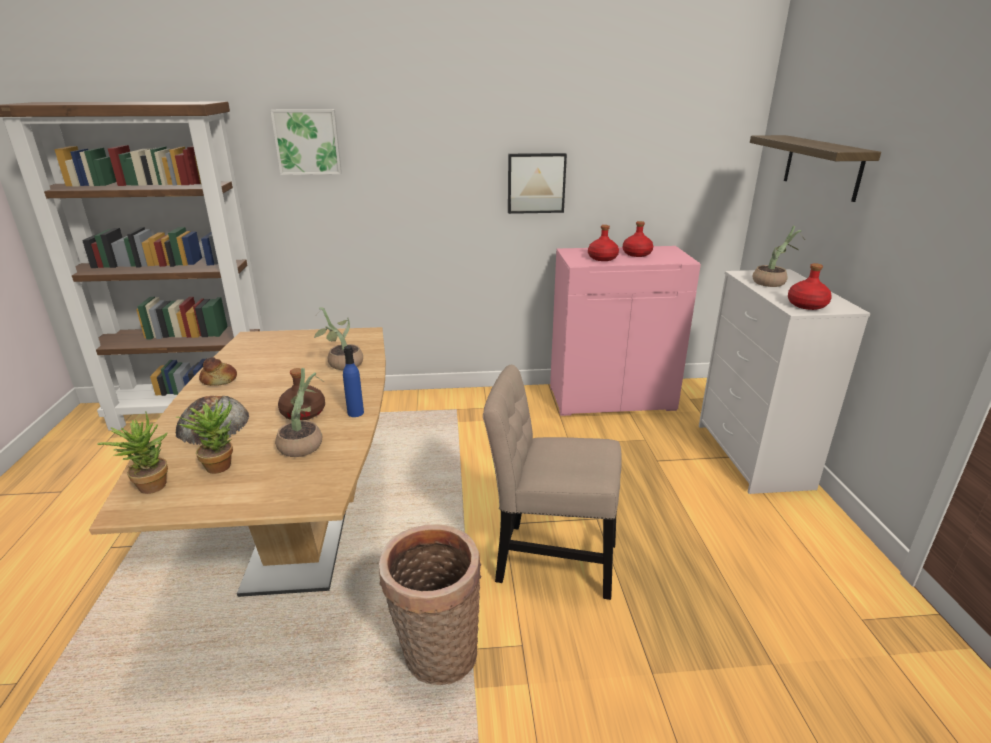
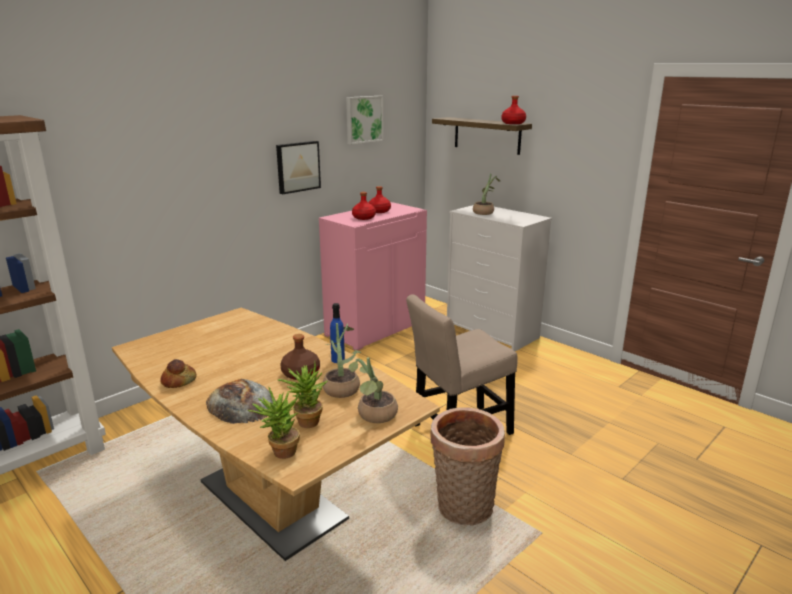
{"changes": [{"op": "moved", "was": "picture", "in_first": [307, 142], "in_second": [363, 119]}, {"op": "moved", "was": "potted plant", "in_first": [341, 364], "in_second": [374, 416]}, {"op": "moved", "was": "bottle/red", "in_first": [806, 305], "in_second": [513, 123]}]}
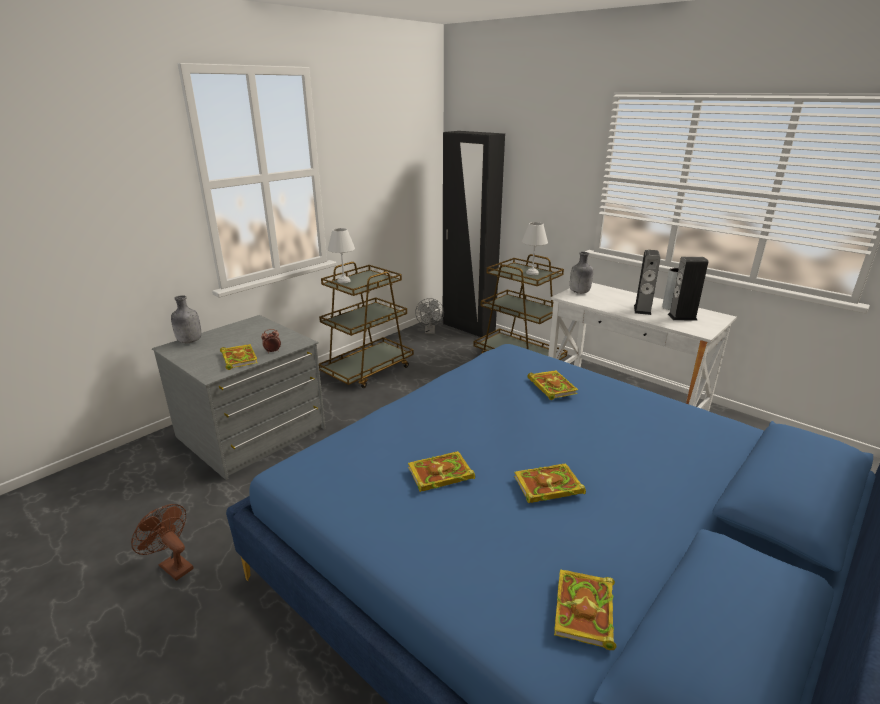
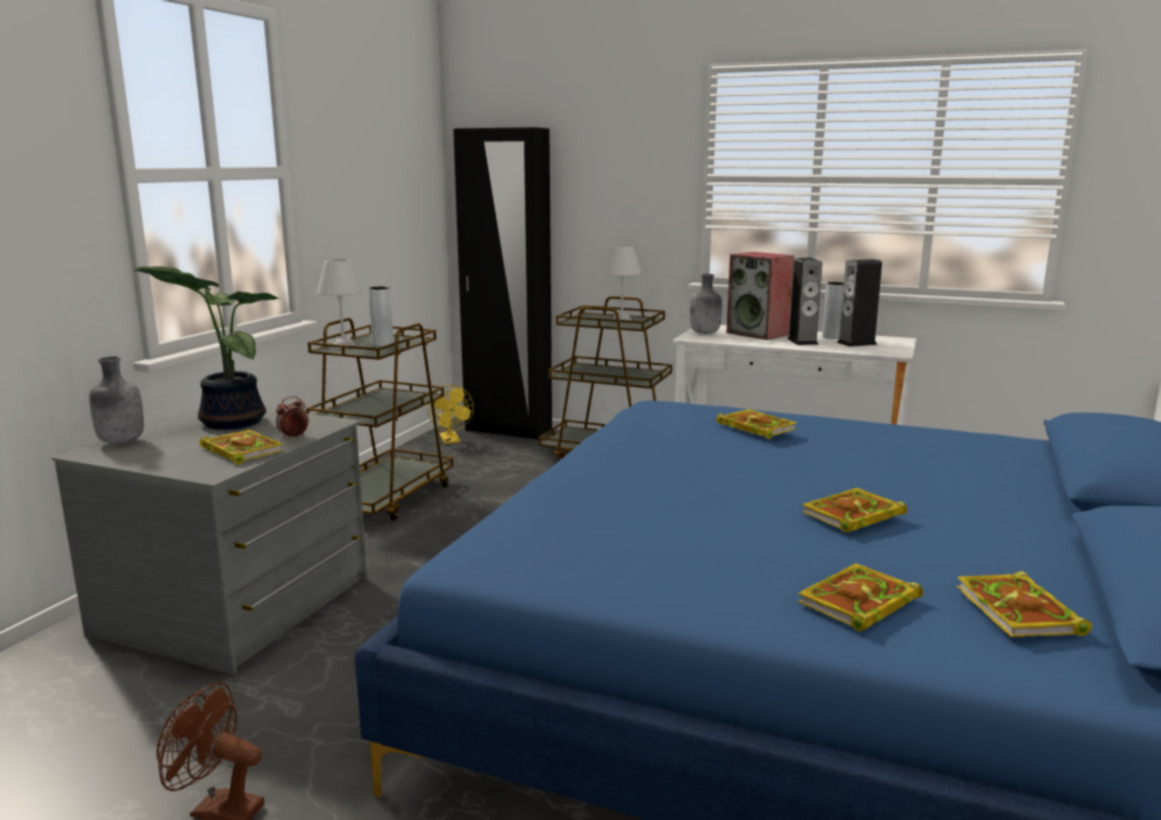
{"changes": [{"op": "moved", "was": "book", "in_first": [439, 475], "in_second": [858, 604]}, {"op": "recoloured", "was": "fan/grey", "now": "fan/yellow", "in_first": [430, 331], "in_second": [451, 441]}, {"op": "added", "now": "potted plant", "in_second": [229, 422]}, {"op": "added", "now": "vase/grey", "in_second": [382, 345]}, {"op": "added", "now": "speaker", "in_second": [759, 334]}]}
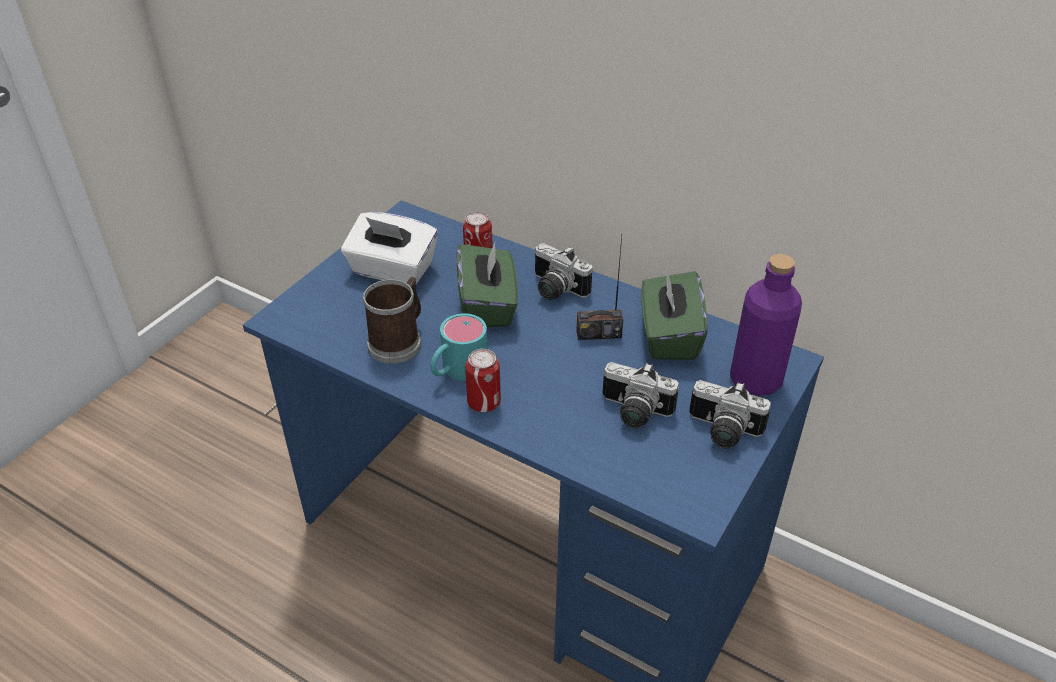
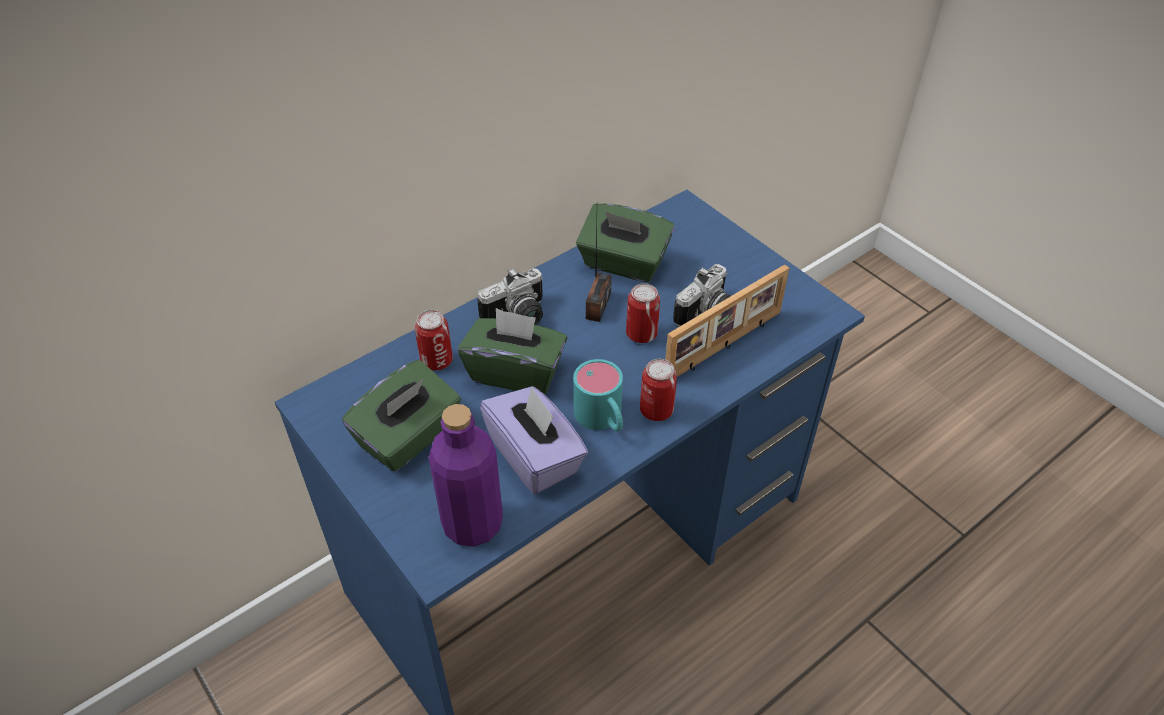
{"changes": [{"op": "recoloured", "was": "tissue box/white", "now": "tissue box/green", "in_first": [392, 270], "in_second": [409, 437]}, {"op": "replaced", "was": "mug", "now": "tissue box/purple", "in_first": [399, 341], "in_second": [535, 457]}, {"op": "removed", "was": "photo camera", "in_first": [722, 432]}, {"op": "moved", "was": "bottle/purple", "in_first": [755, 380], "in_second": [472, 523]}, {"op": "added", "now": "can", "in_second": [641, 334]}, {"op": "added", "now": "picture frame", "in_second": [725, 346]}]}
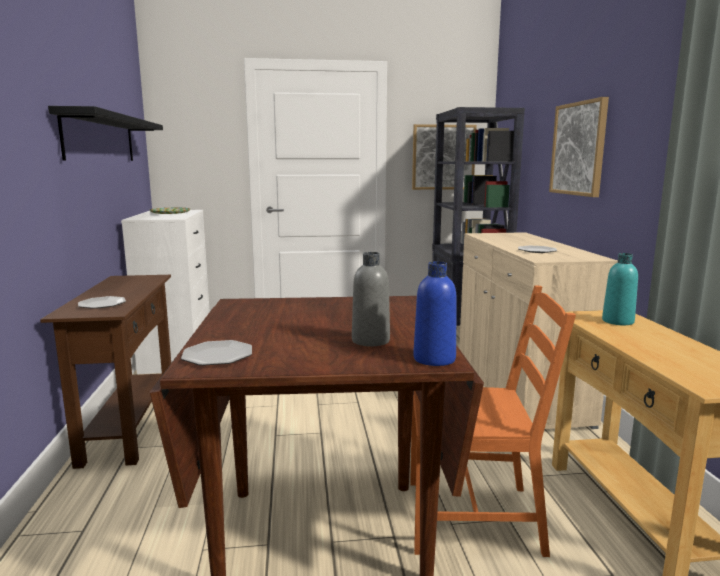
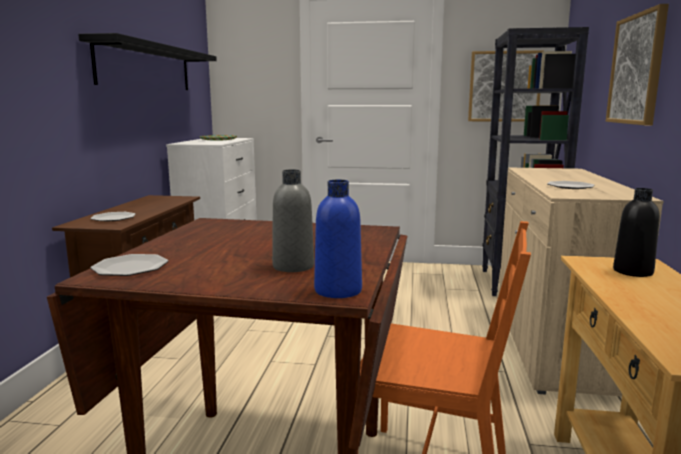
{"changes": [{"op": "recoloured", "was": "bottle/turquoise", "now": "bottle/black", "in_first": [617, 321], "in_second": [633, 271]}]}
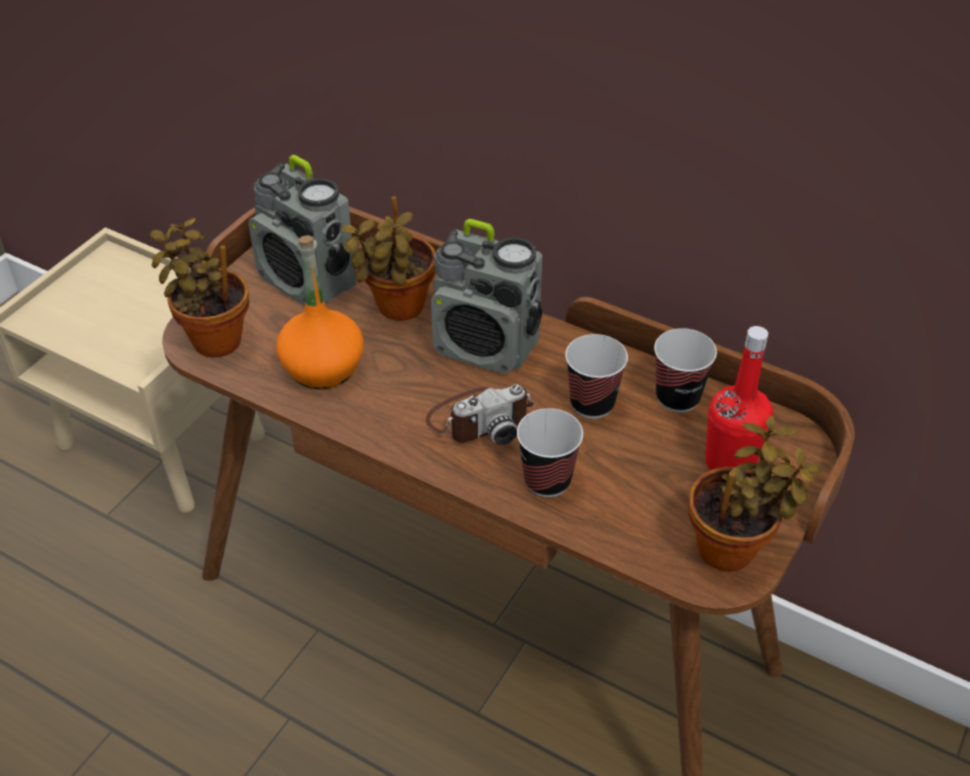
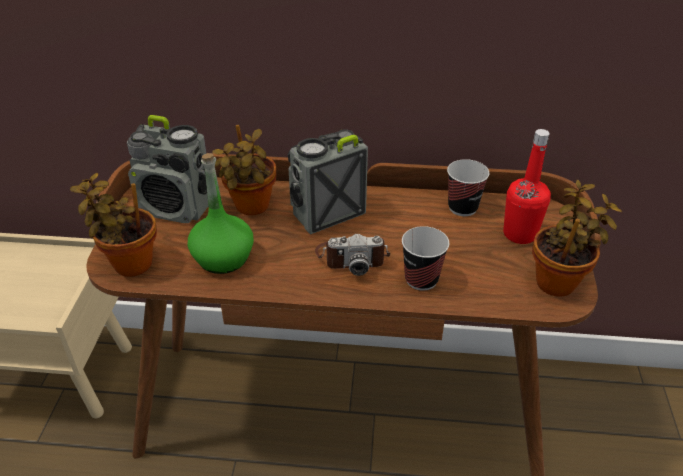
{"changes": [{"op": "recoloured", "was": "bottle/orange", "now": "bottle/green", "in_first": [322, 367], "in_second": [223, 258]}, {"op": "turned", "was": "photo camera", "in_first": [479, 419], "in_second": [352, 257], "clockwise": 45}, {"op": "turned", "was": "radio", "in_first": [487, 347], "in_second": [326, 214], "clockwise": 150}, {"op": "removed", "was": "cup", "in_first": [592, 403]}]}
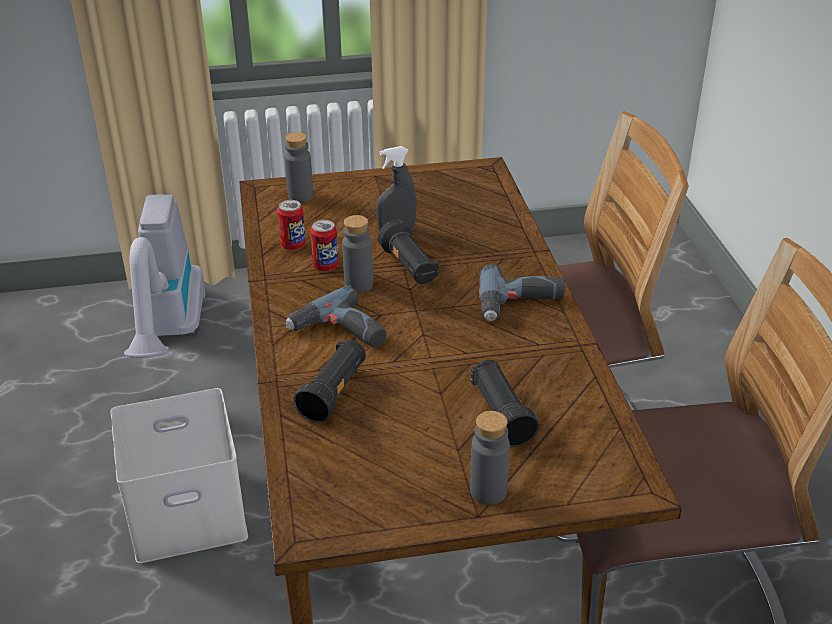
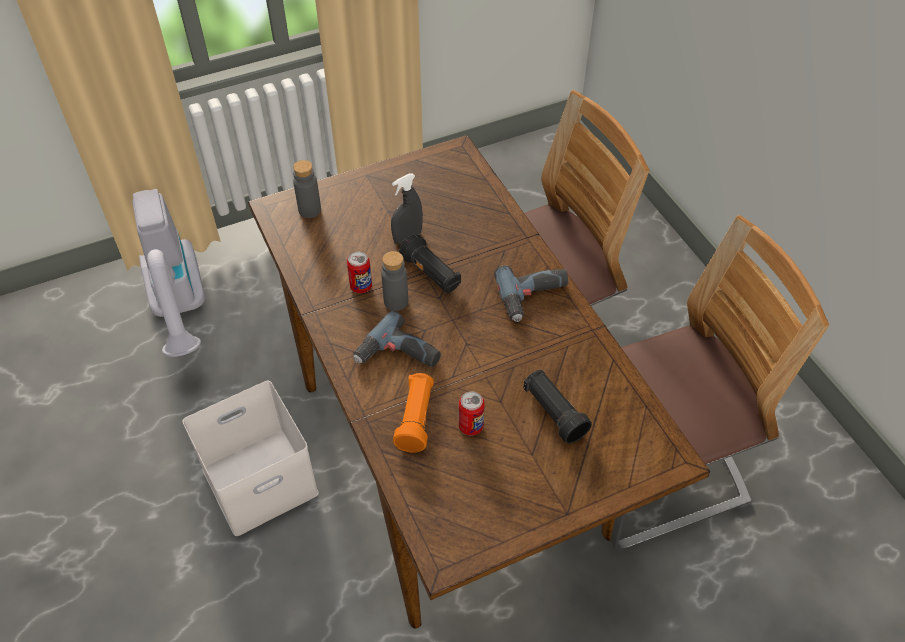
{"changes": [{"op": "moved", "was": "can", "in_first": [293, 245], "in_second": [471, 426]}, {"op": "recoloured", "was": "flashlight/black", "now": "flashlight/orange", "in_first": [334, 392], "in_second": [416, 419]}, {"op": "removed", "was": "bottle/grey", "in_first": [488, 491]}]}
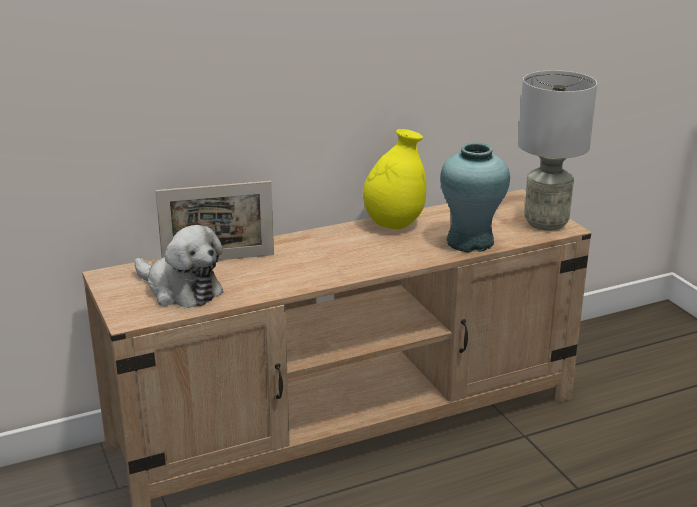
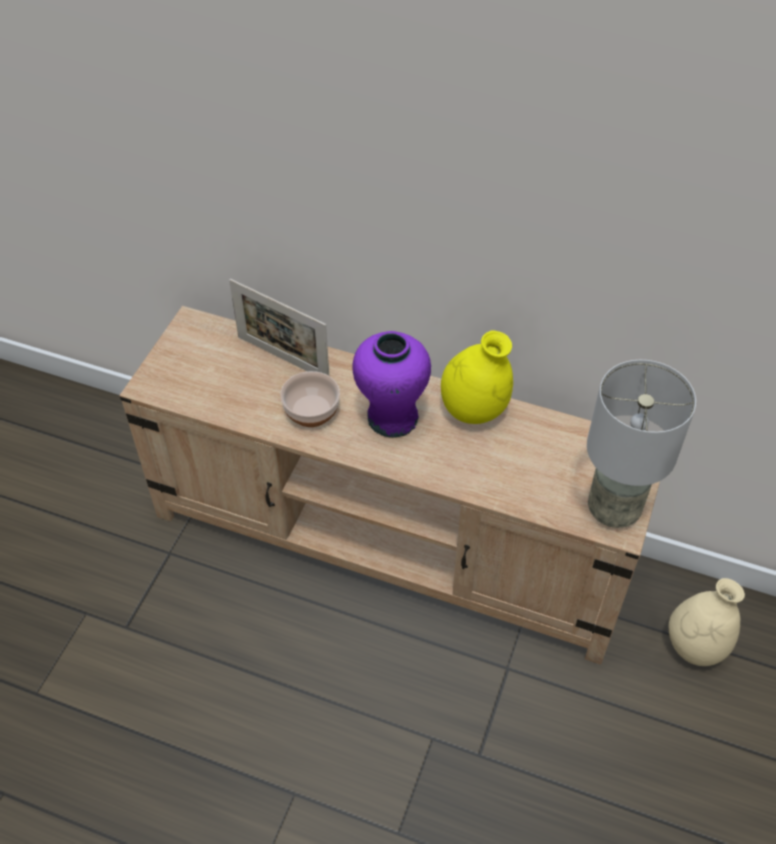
{"changes": [{"op": "removed", "was": "plush toy", "in_first": [180, 290]}, {"op": "removed", "was": "vase/turquoise", "in_first": [470, 242]}, {"op": "added", "now": "bowl", "in_second": [312, 411]}, {"op": "added", "now": "vase/purple", "in_second": [392, 418]}, {"op": "added", "now": "vase/beige", "in_second": [695, 646]}]}
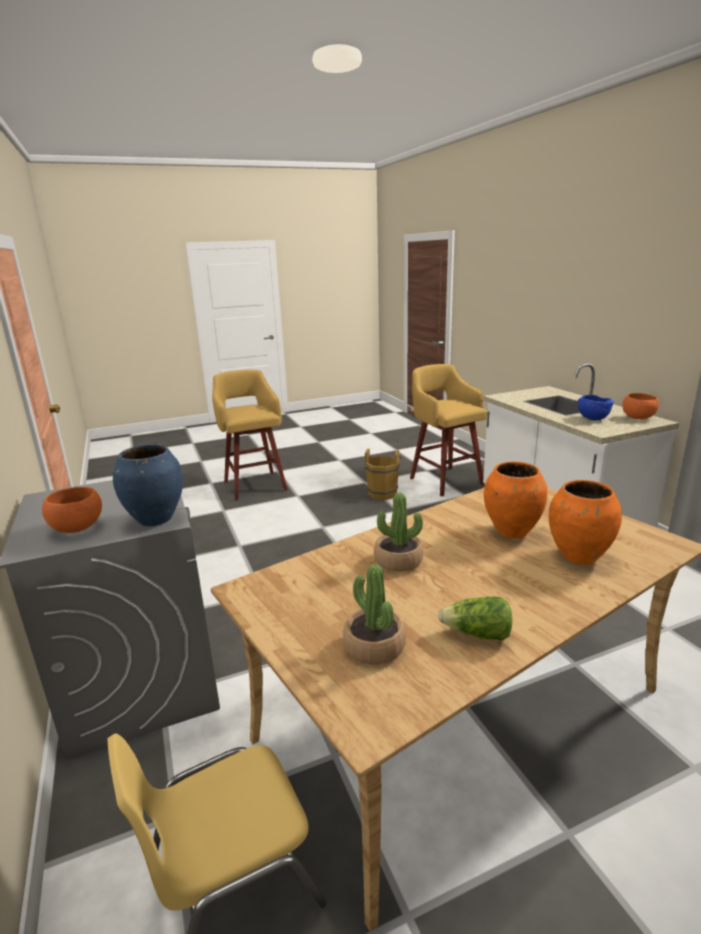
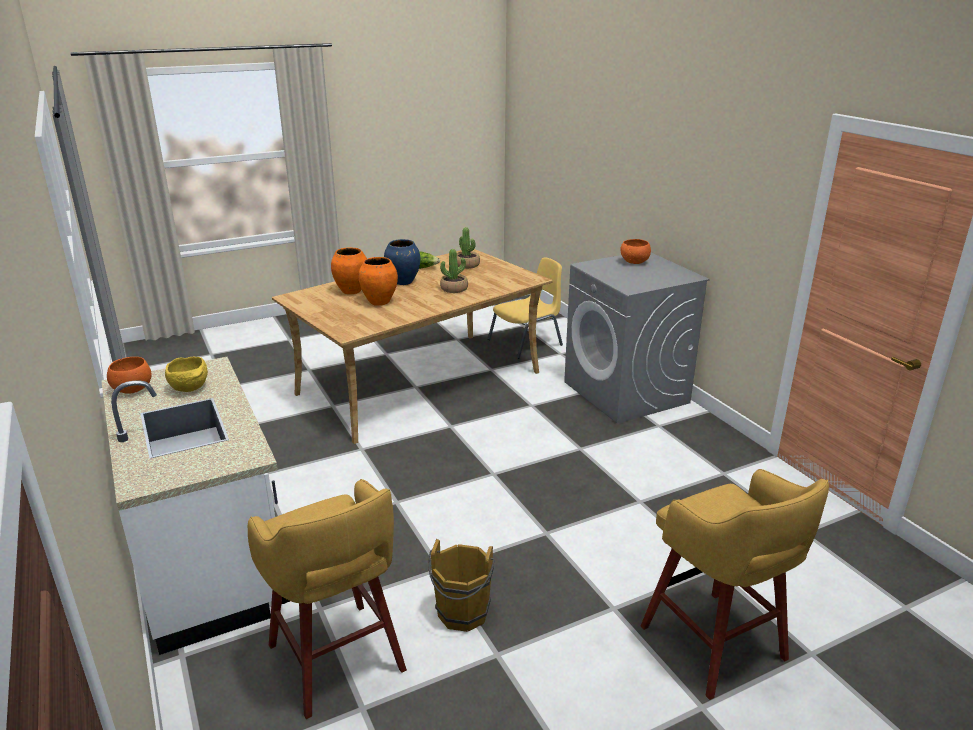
{"changes": [{"op": "moved", "was": "vase/blue", "in_first": [155, 519], "in_second": [403, 282]}, {"op": "recoloured", "was": "bowl/blue", "now": "bowl/yellow", "in_first": [592, 419], "in_second": [190, 389]}]}
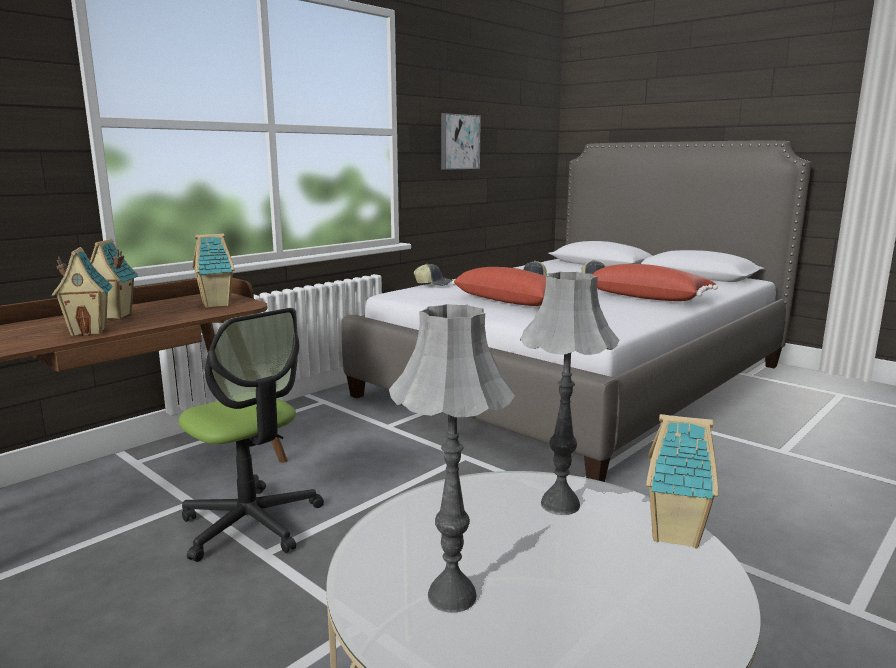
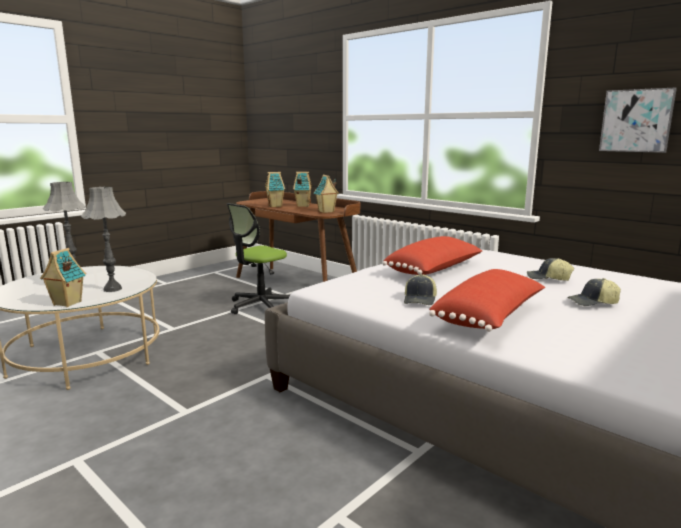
{"changes": [{"op": "moved", "was": "cap", "in_first": [434, 283], "in_second": [420, 300]}]}
